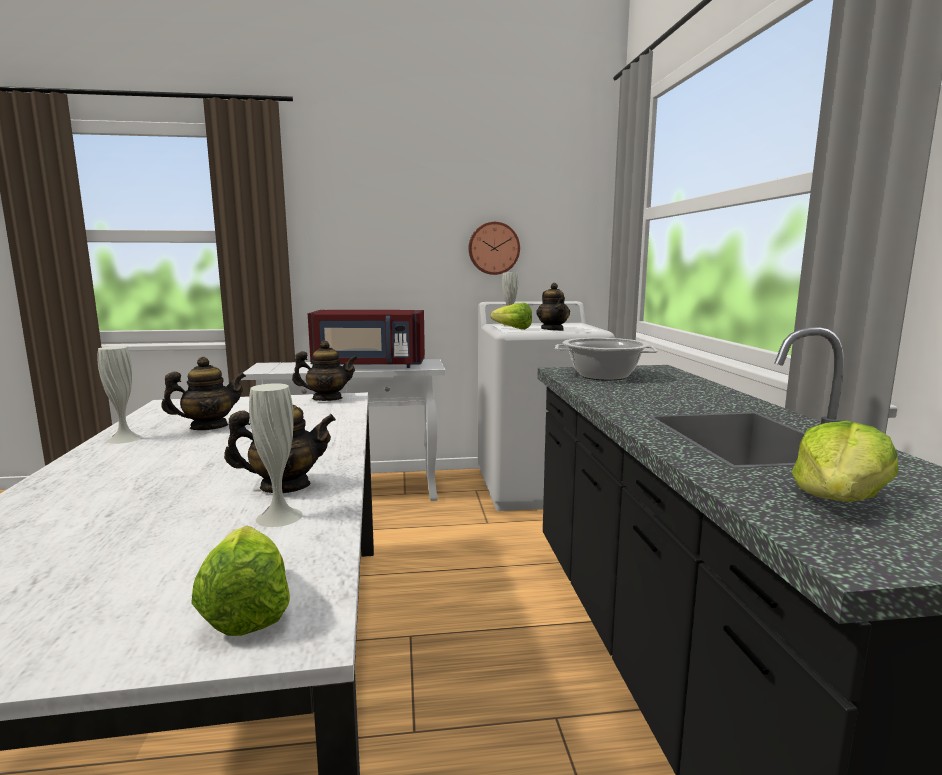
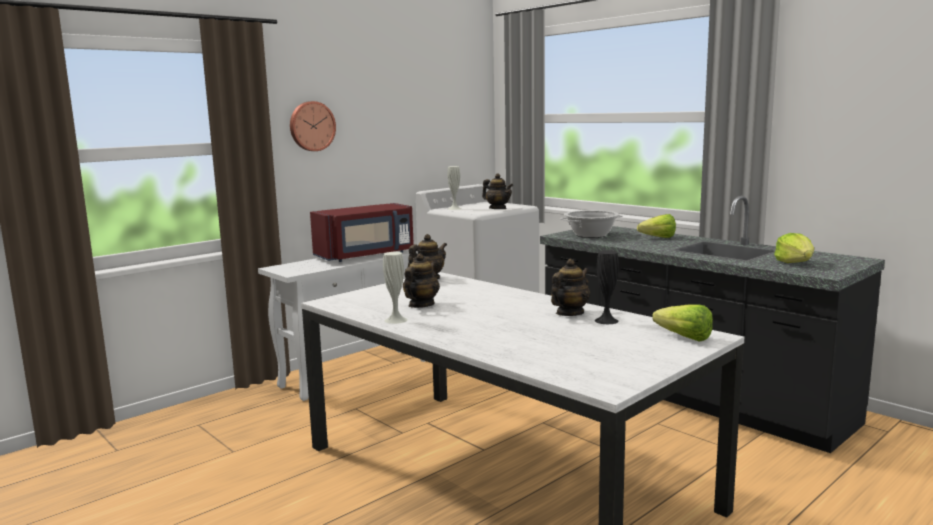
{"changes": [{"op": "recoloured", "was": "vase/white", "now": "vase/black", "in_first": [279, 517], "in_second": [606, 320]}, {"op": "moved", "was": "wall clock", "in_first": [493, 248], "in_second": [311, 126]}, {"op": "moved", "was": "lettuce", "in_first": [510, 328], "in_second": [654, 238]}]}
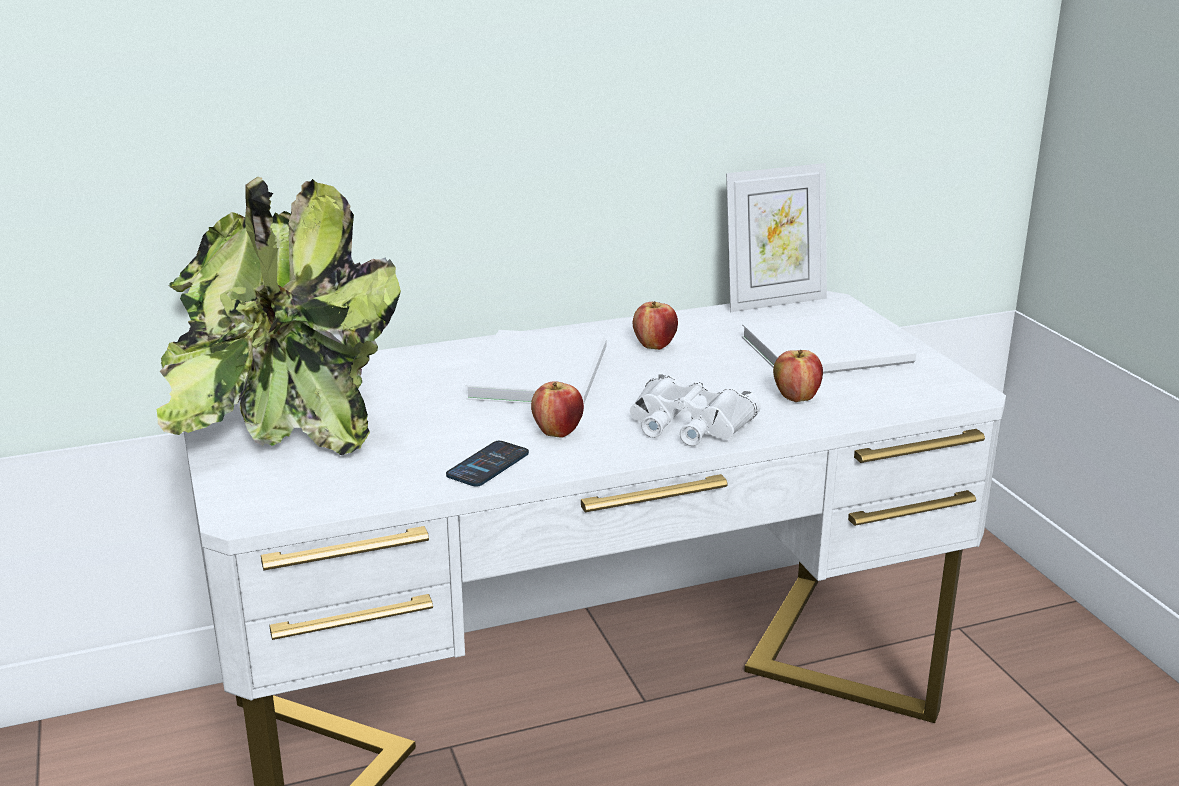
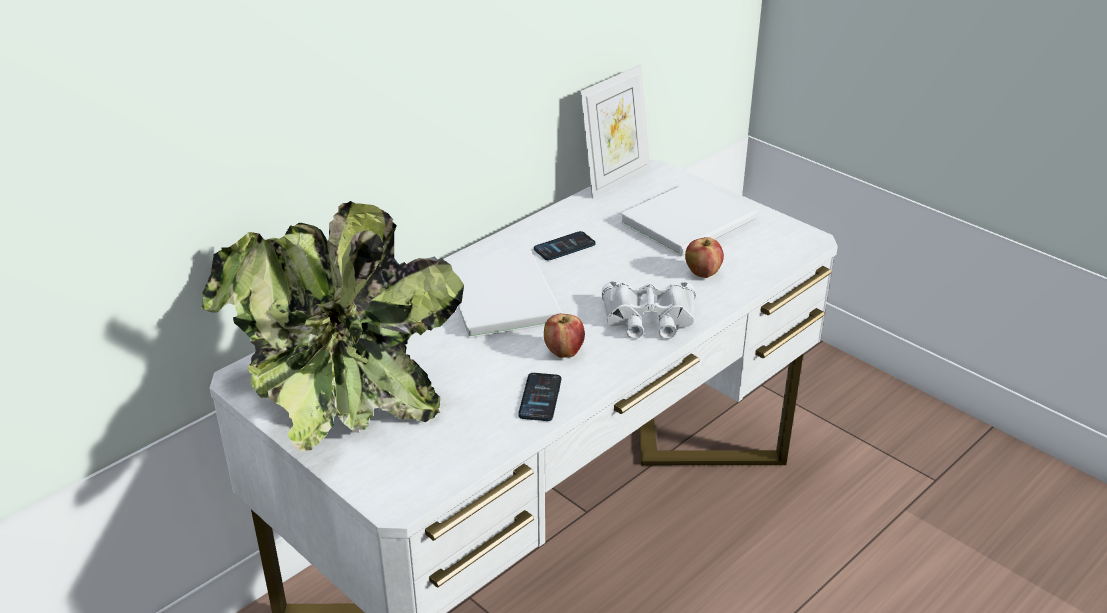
{"changes": [{"op": "replaced", "was": "apple", "now": "phone", "in_first": [654, 346], "in_second": [564, 247]}]}
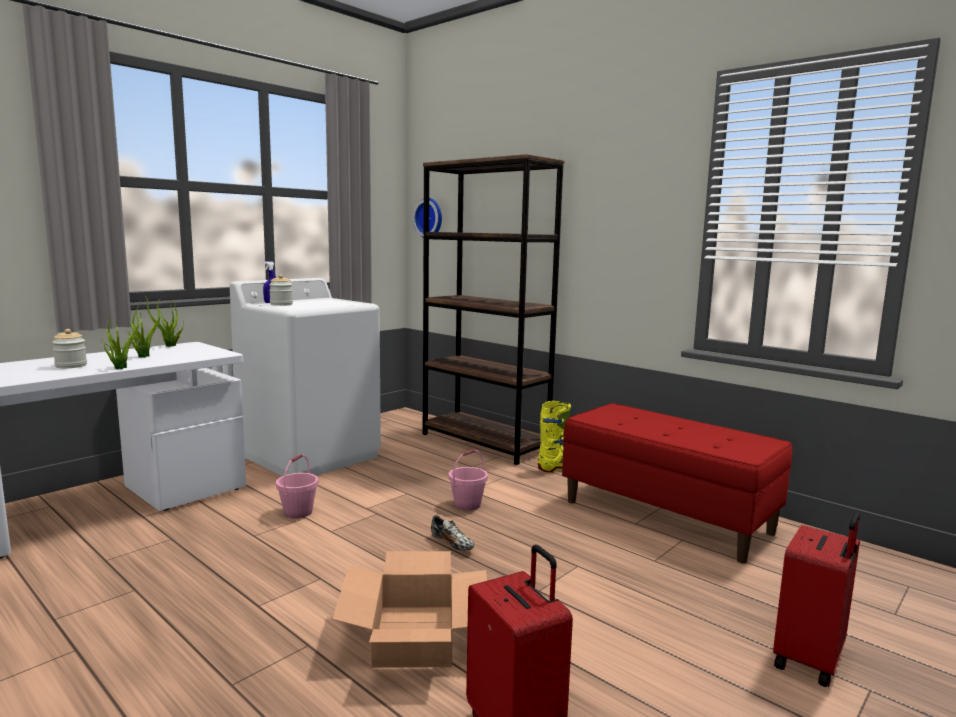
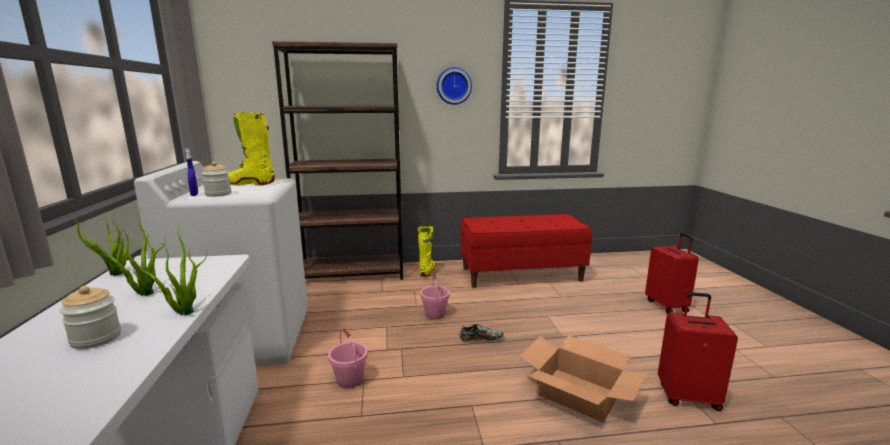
{"changes": [{"op": "moved", "was": "wall clock", "in_first": [430, 218], "in_second": [453, 86]}, {"op": "added", "now": "boot/yellow", "in_second": [249, 184]}]}
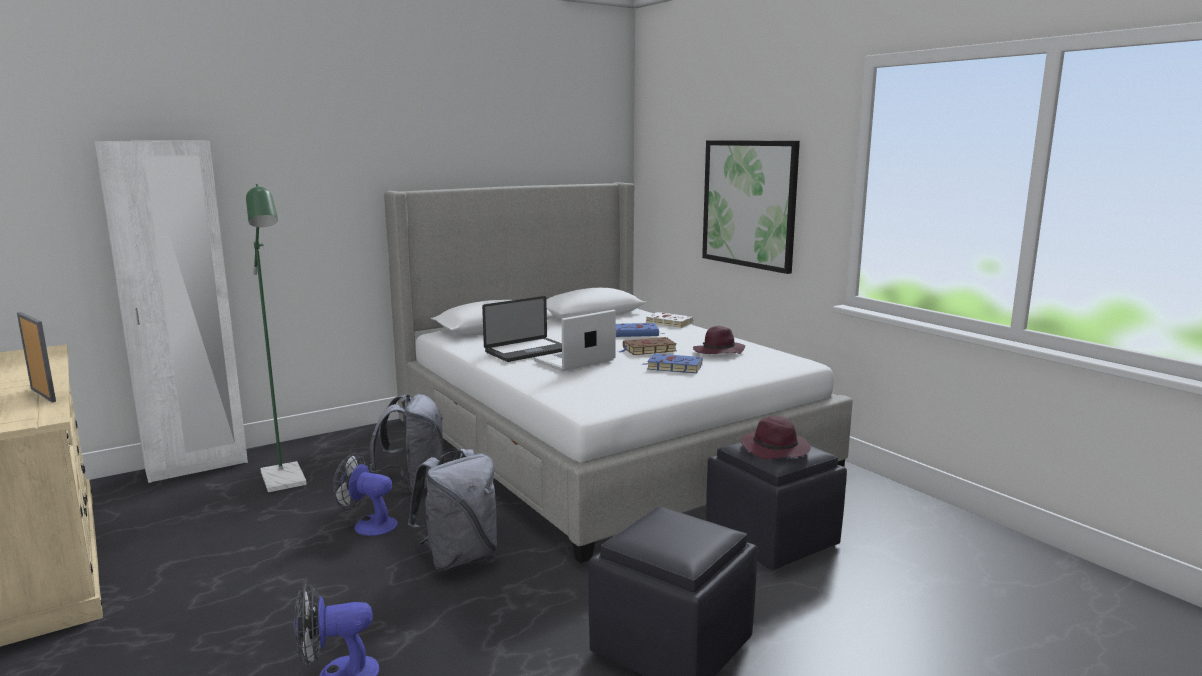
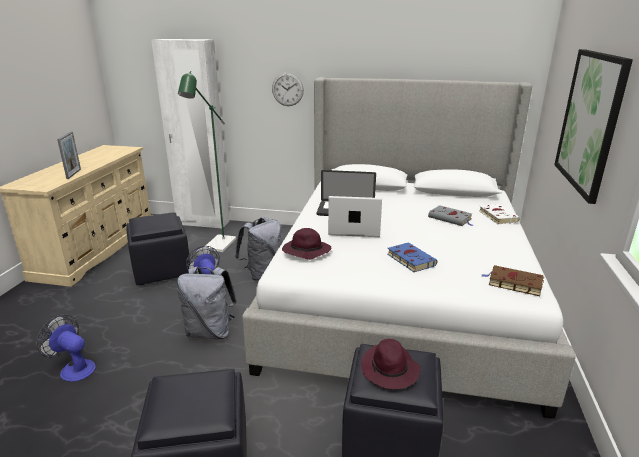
{"changes": [{"op": "recoloured", "was": "book/blue", "now": "book/grey", "in_first": [637, 333], "in_second": [451, 218]}, {"op": "moved", "was": "book/brown", "in_first": [648, 350], "in_second": [513, 283]}, {"op": "moved", "was": "hat/purple", "in_first": [718, 352], "in_second": [305, 251]}, {"op": "added", "now": "ottoman/black", "in_second": [162, 269]}, {"op": "added", "now": "wall clock", "in_second": [287, 89]}]}
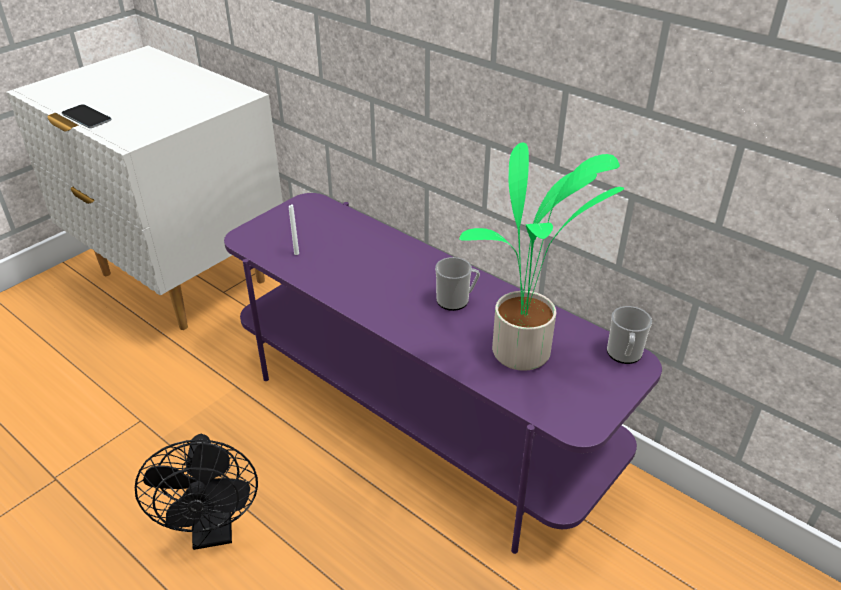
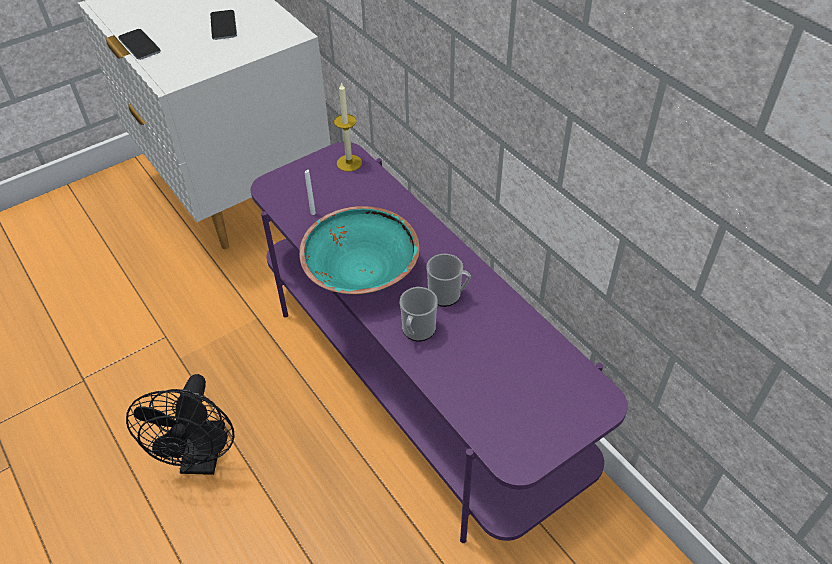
{"changes": [{"op": "removed", "was": "potted plant", "in_first": [524, 355]}, {"op": "moved", "was": "mug", "in_first": [624, 355], "in_second": [417, 331]}, {"op": "added", "now": "phone", "in_second": [223, 25]}, {"op": "added", "now": "bowl/turquoise", "in_second": [361, 272]}, {"op": "added", "now": "candle", "in_second": [349, 163]}]}
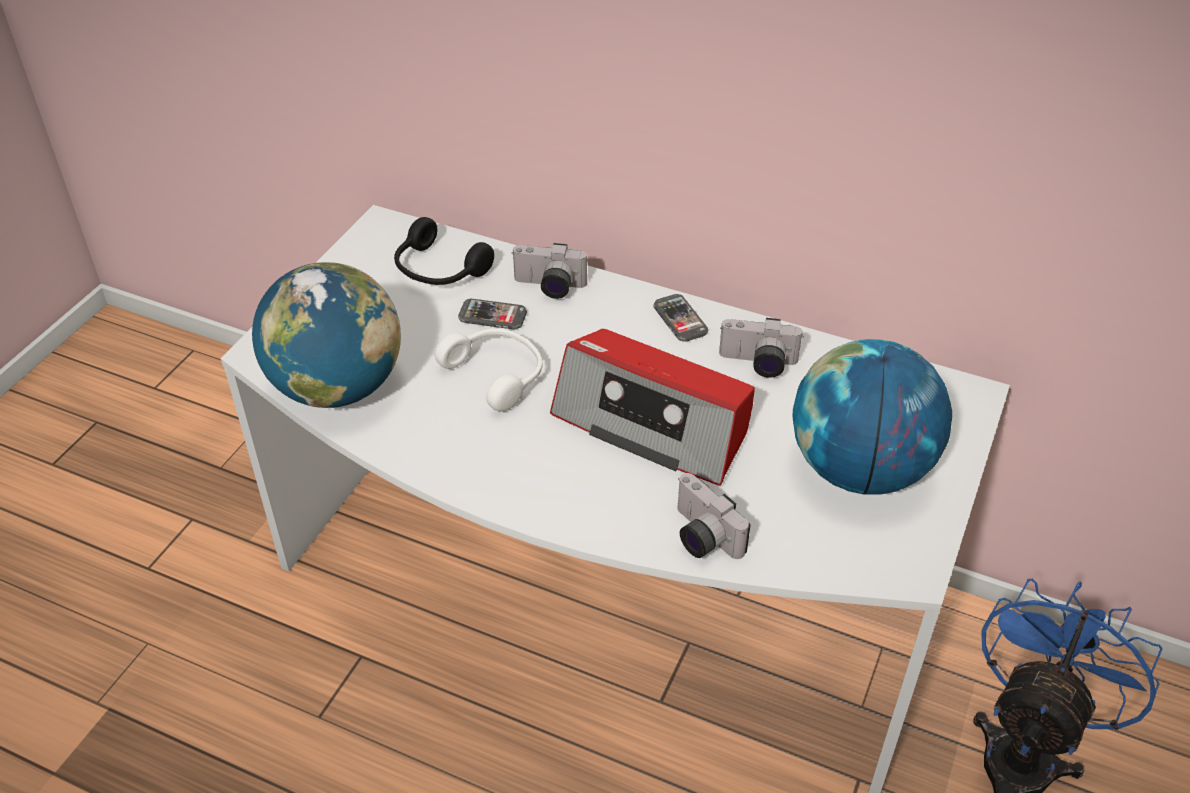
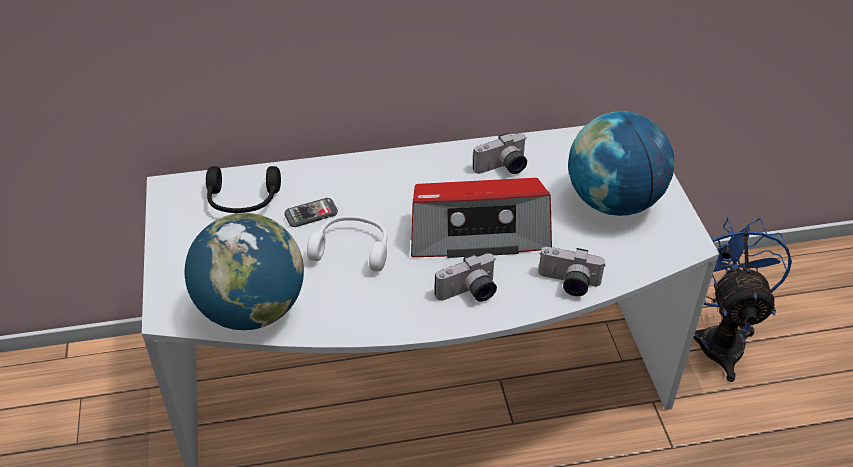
{"changes": [{"op": "moved", "was": "photo camera", "in_first": [549, 287], "in_second": [469, 293]}, {"op": "removed", "was": "phone", "in_first": [680, 319]}]}
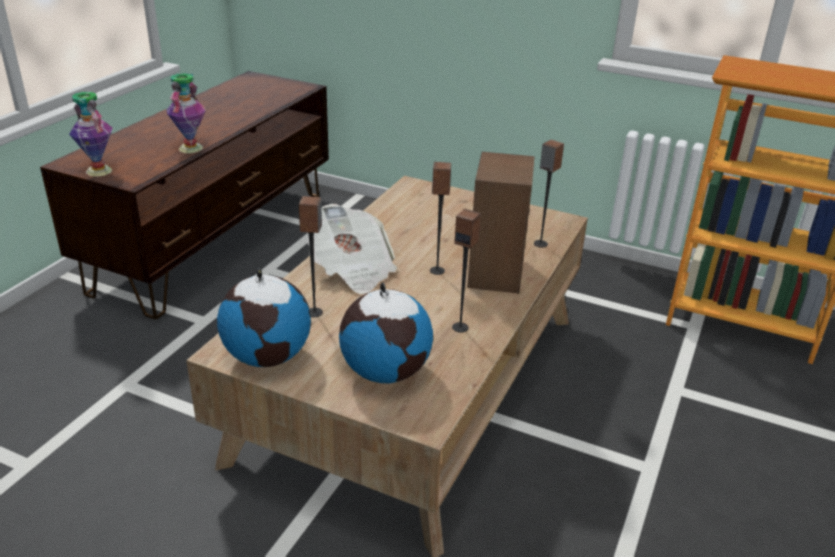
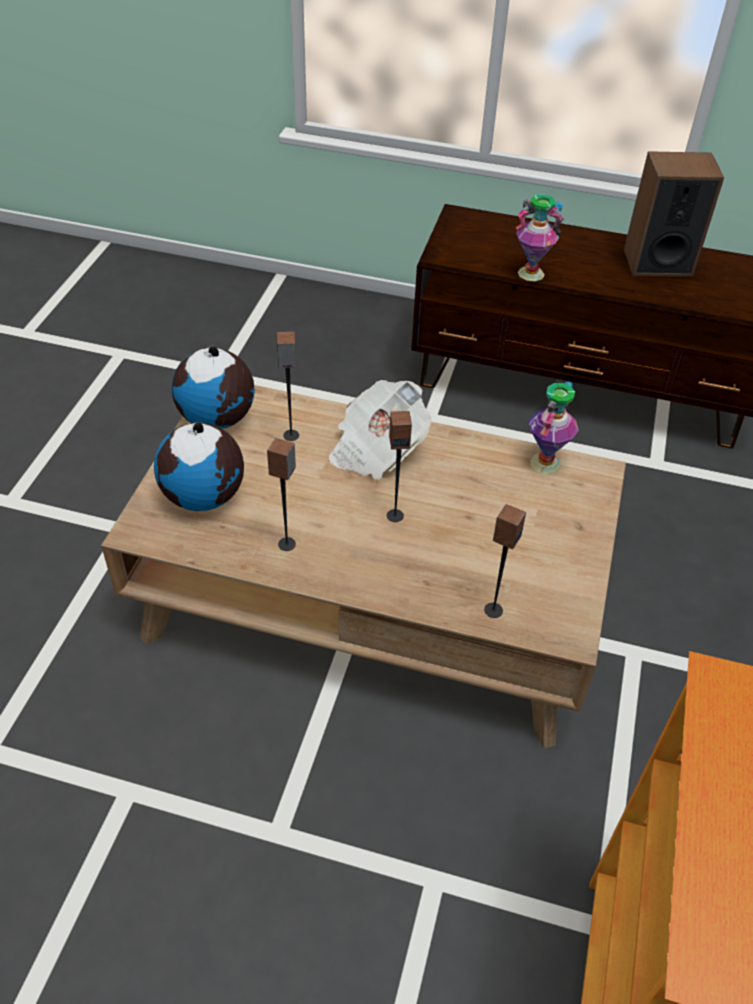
{"changes": [{"op": "moved", "was": "vase", "in_first": [98, 171], "in_second": [544, 462]}, {"op": "moved", "was": "speaker", "in_first": [495, 273], "in_second": [657, 262]}]}
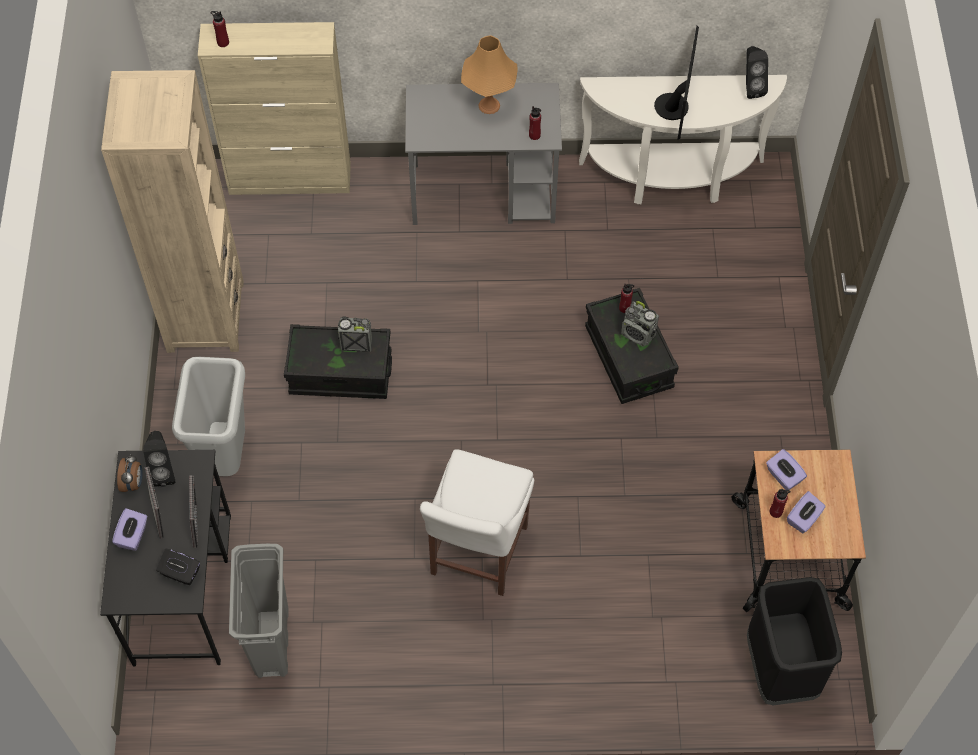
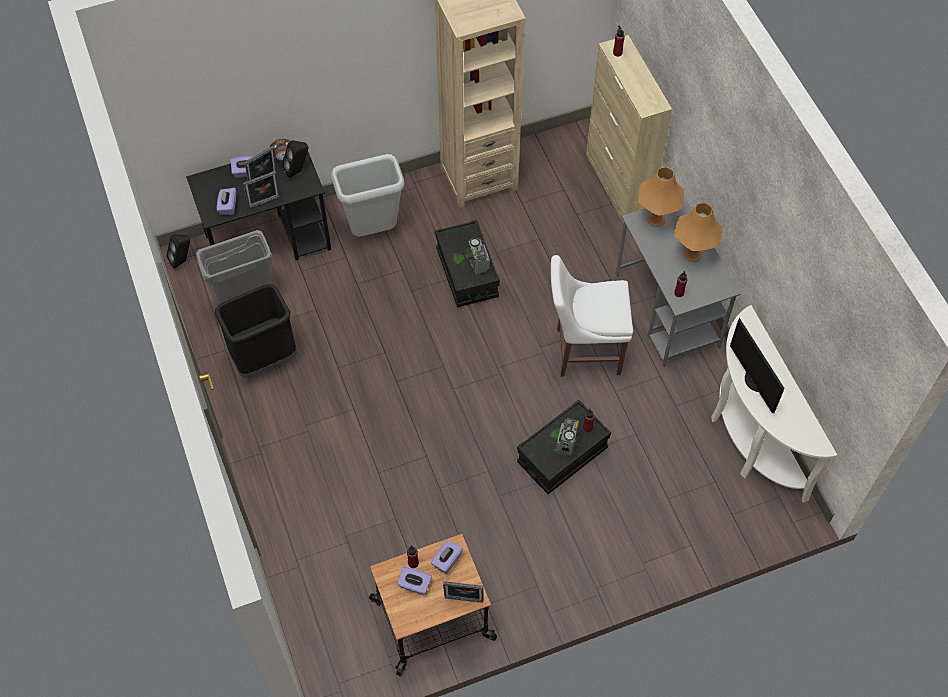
{"changes": [{"op": "recoloured", "was": "tissue box/black", "now": "tissue box/purple", "in_first": [180, 573], "in_second": [228, 206]}, {"op": "moved", "was": "chair/white", "in_first": [476, 554], "in_second": [584, 351]}, {"op": "turned", "was": "monitor", "in_first": [675, 107], "in_second": [756, 380], "clockwise": 75}, {"op": "moved", "was": "speaker/black", "in_first": [750, 88], "in_second": [182, 261]}, {"op": "moved", "was": "trash can/black", "in_first": [781, 669], "in_second": [264, 358]}, {"op": "added", "now": "picture frame", "in_second": [463, 601]}, {"op": "added", "now": "table lamp/orange", "in_second": [656, 219]}]}
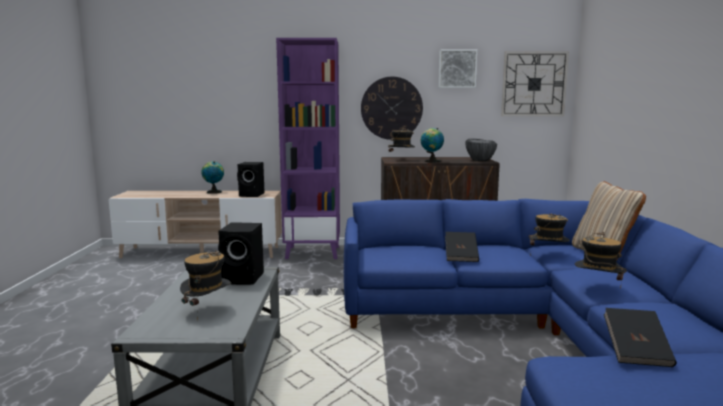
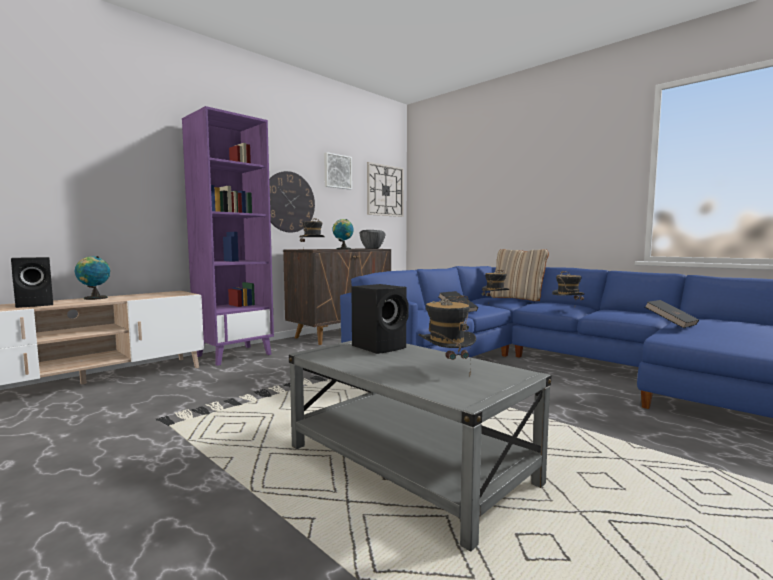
{"changes": [{"op": "moved", "was": "speaker/black", "in_first": [252, 195], "in_second": [36, 304]}]}
